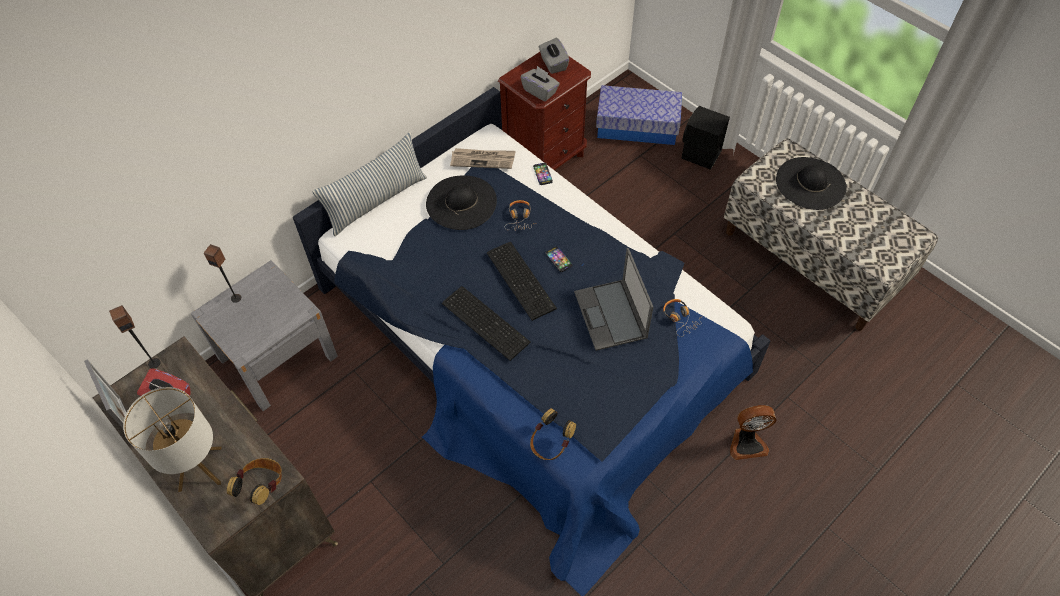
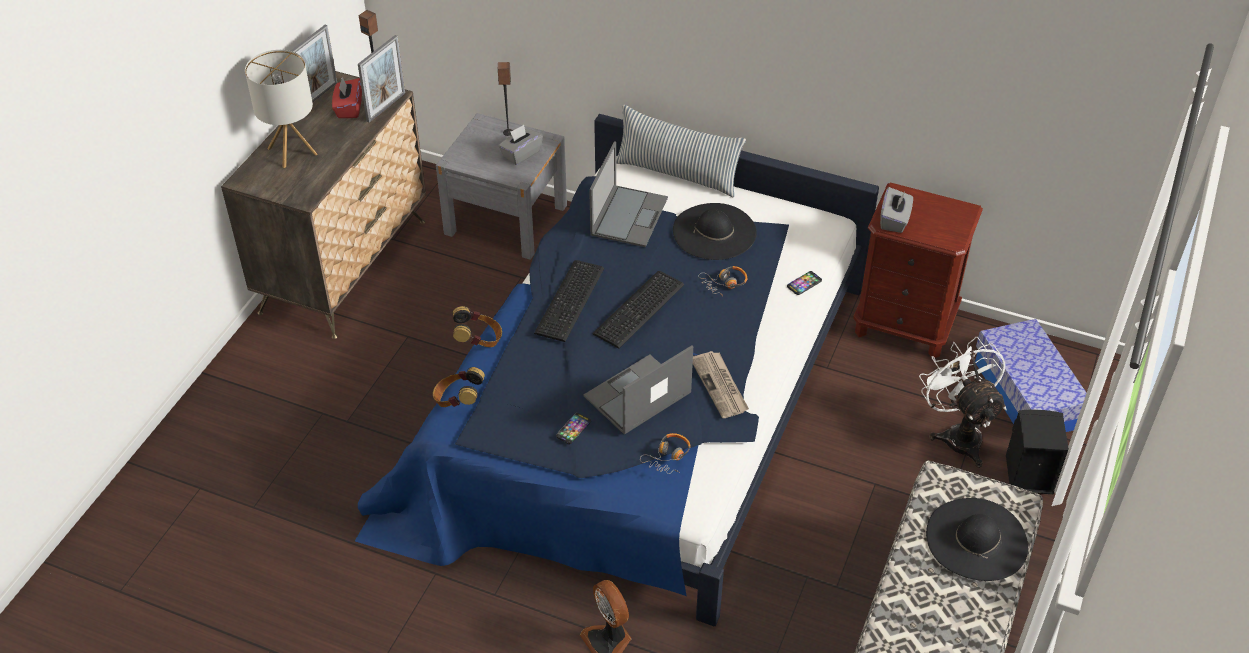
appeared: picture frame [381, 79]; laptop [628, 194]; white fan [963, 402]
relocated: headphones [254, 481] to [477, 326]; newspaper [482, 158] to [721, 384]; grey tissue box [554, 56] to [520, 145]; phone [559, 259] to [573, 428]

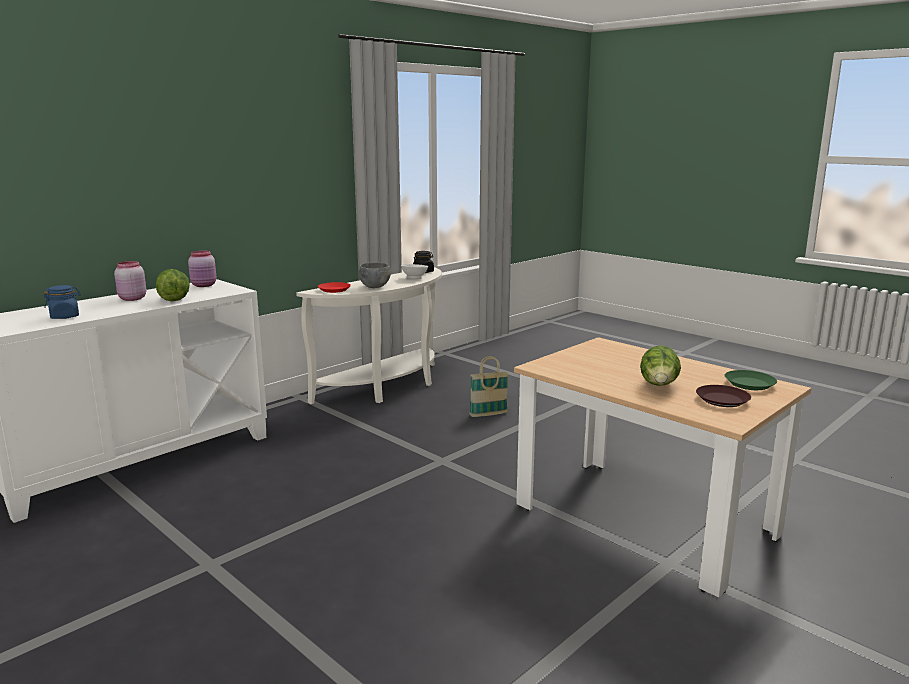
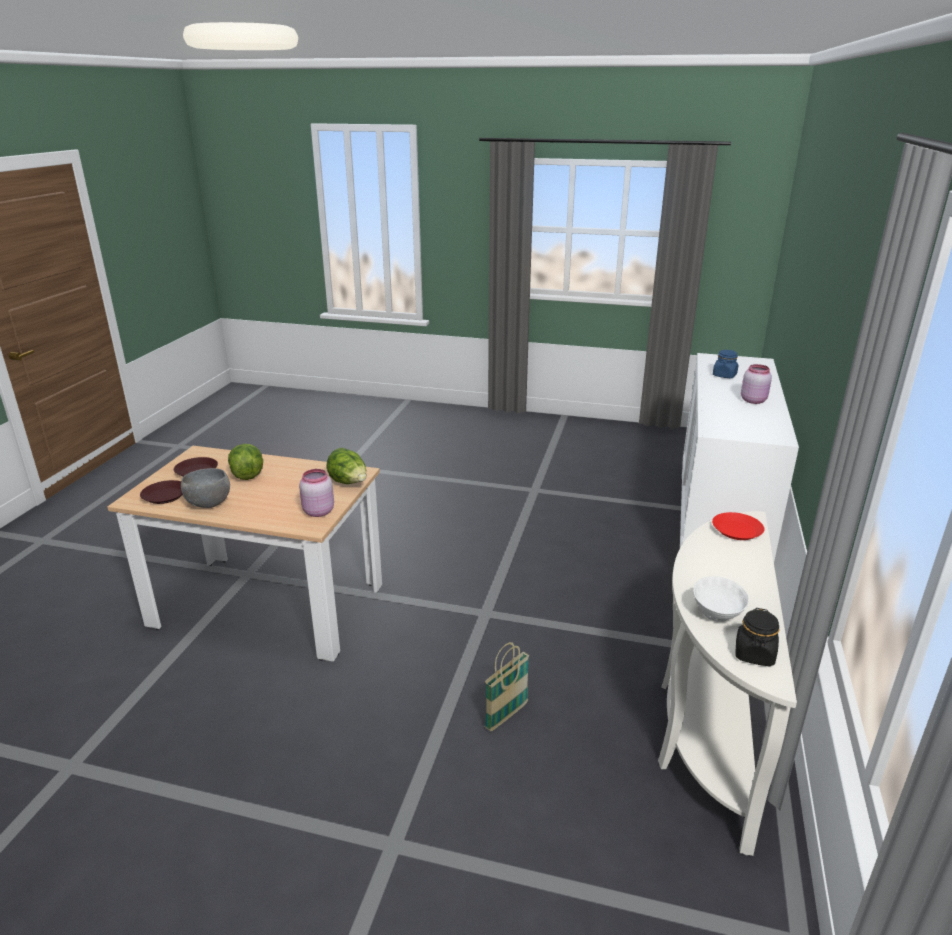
relocated: lettuce [173, 285] to [347, 466]; pink jar [202, 268] to [316, 493]; grey bowl [374, 275] to [205, 488]
colour: green plate [751, 380] to brown plate [161, 492]

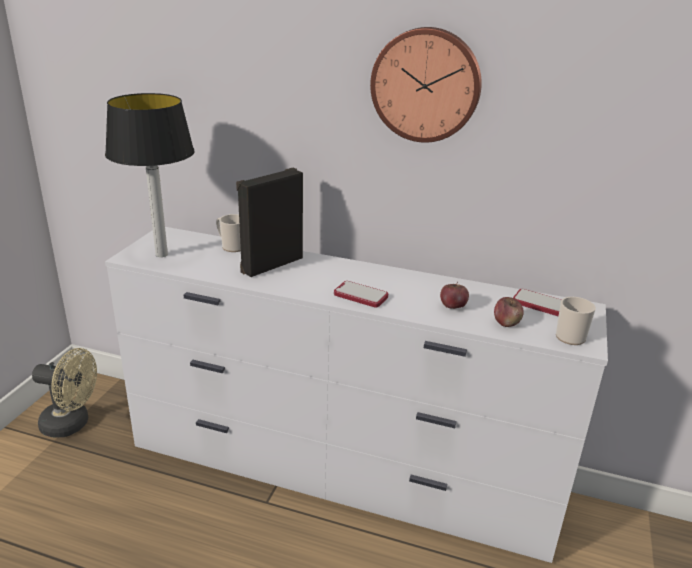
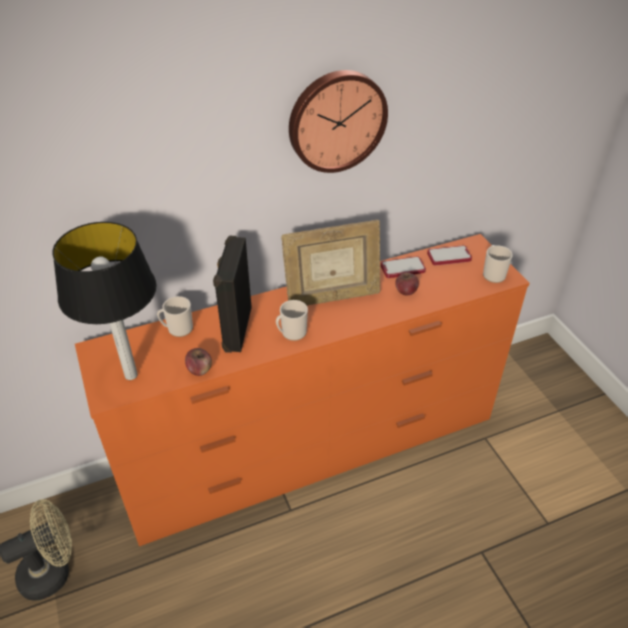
appeared: mug [292, 320]; picture frame [330, 263]
relocated: phone [361, 294] to [403, 267]; apple [509, 312] to [198, 362]
colour: white dresser [356, 395] to orange dresser [302, 390]

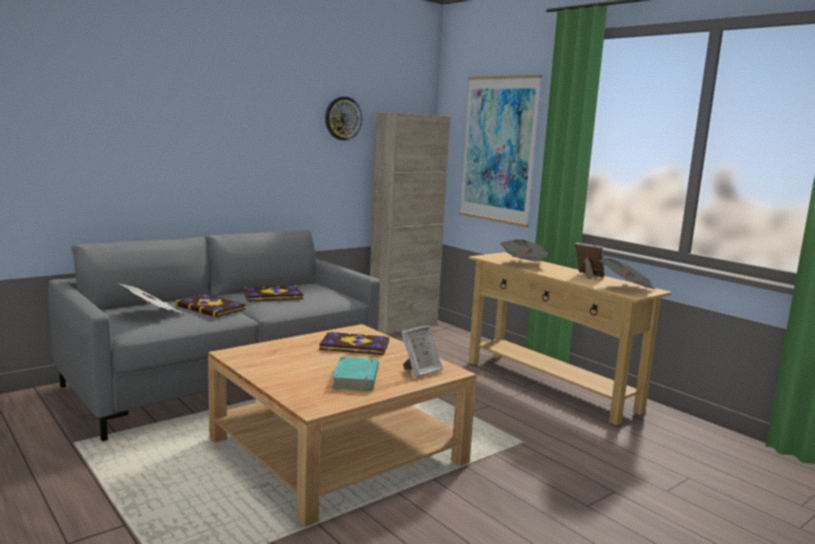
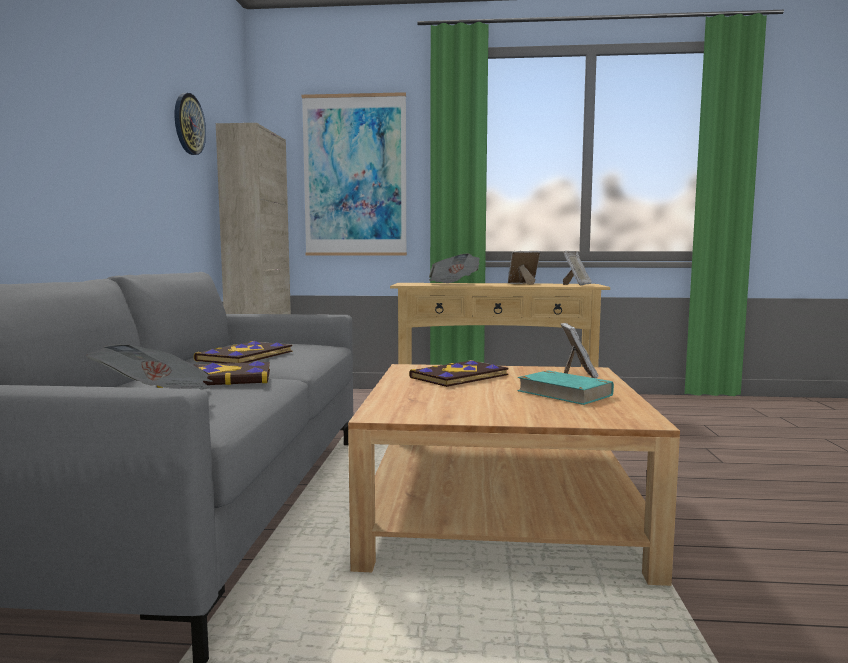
exchanged: newspaper [627, 273] to picture frame [577, 268]

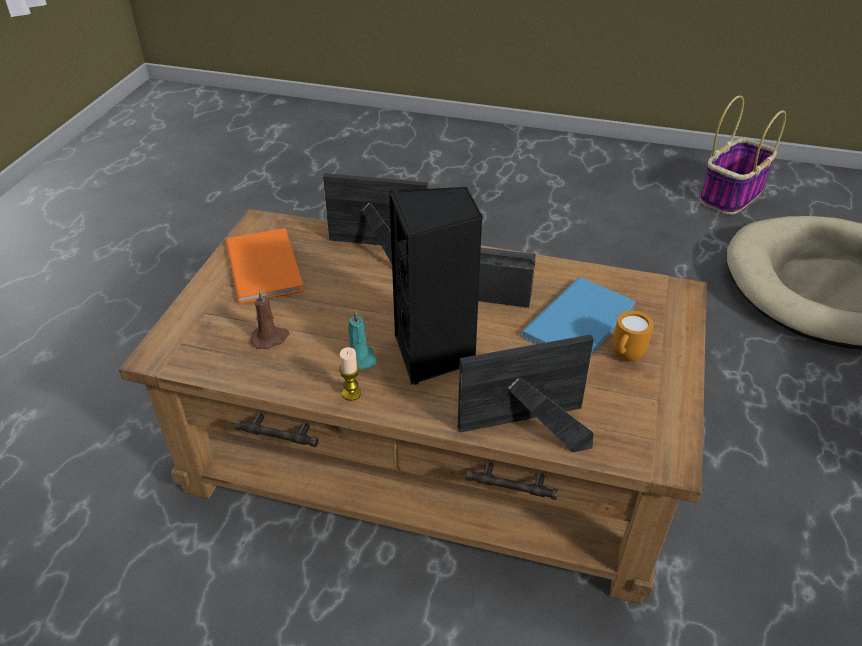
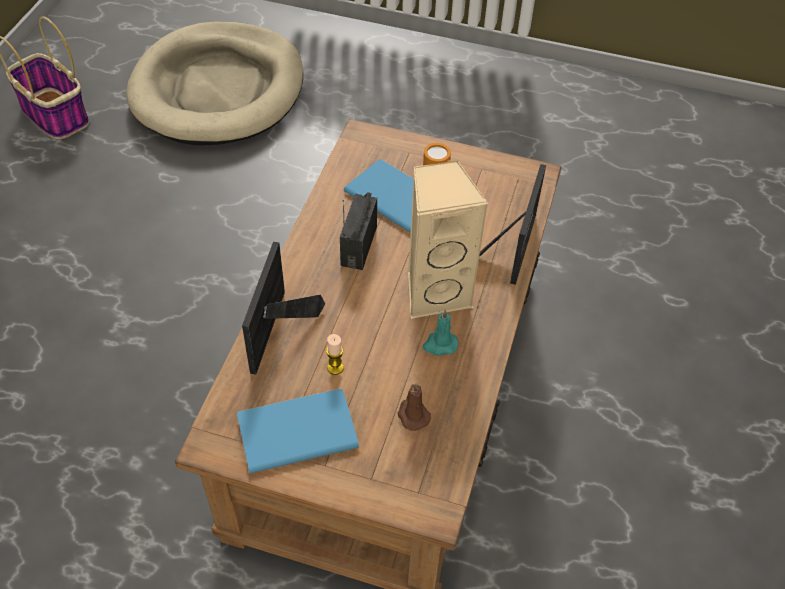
relocated: candle [350, 374] to [335, 354]
colour: orange book [264, 266] to blue book [298, 431]; black speaker [436, 286] to beige speaker [448, 239]
spun: picture frame [526, 393] = [512, 224] 150 degrees counterclockwise

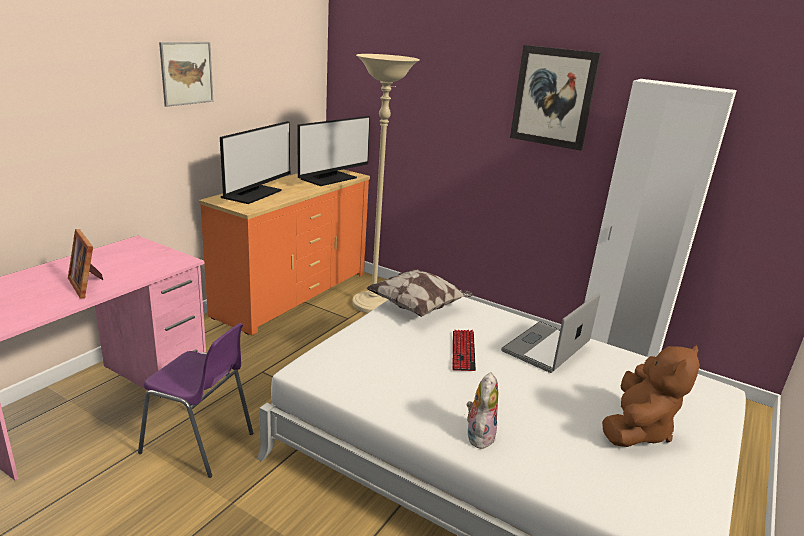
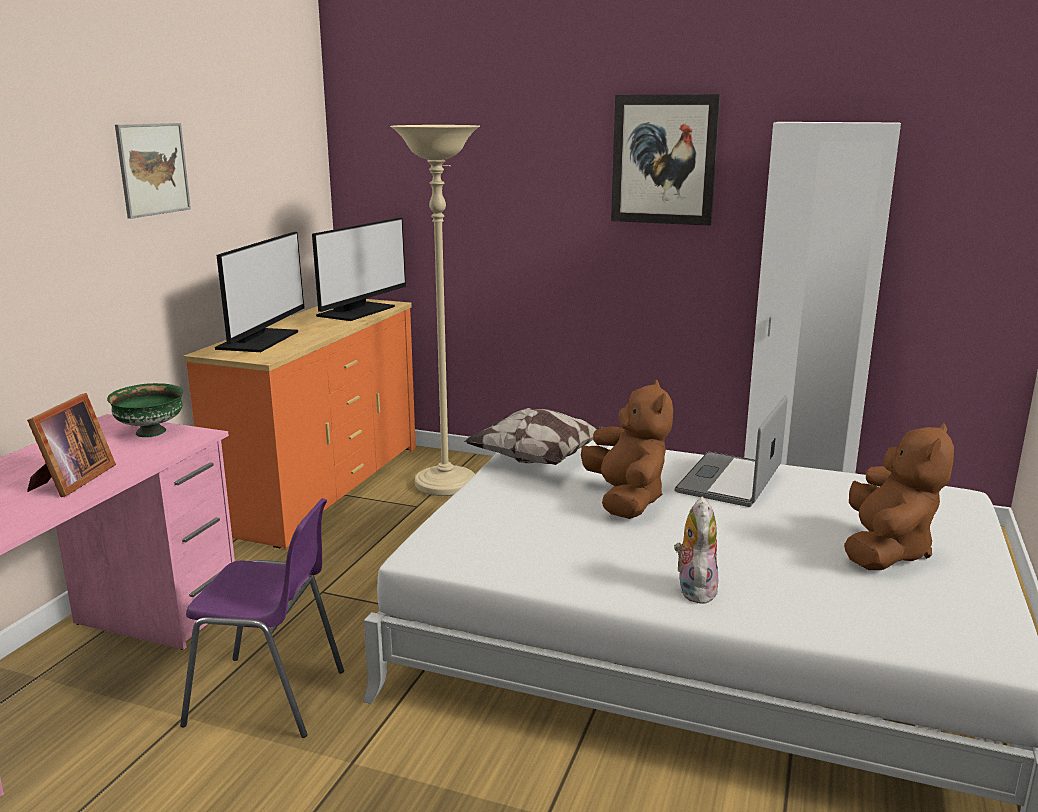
appeared: green bowl [145, 410]
exchanged: keyboard [464, 350] to brown plush toy [627, 449]
spun: picture frame [85, 264] = [71, 445] 120 degrees counterclockwise

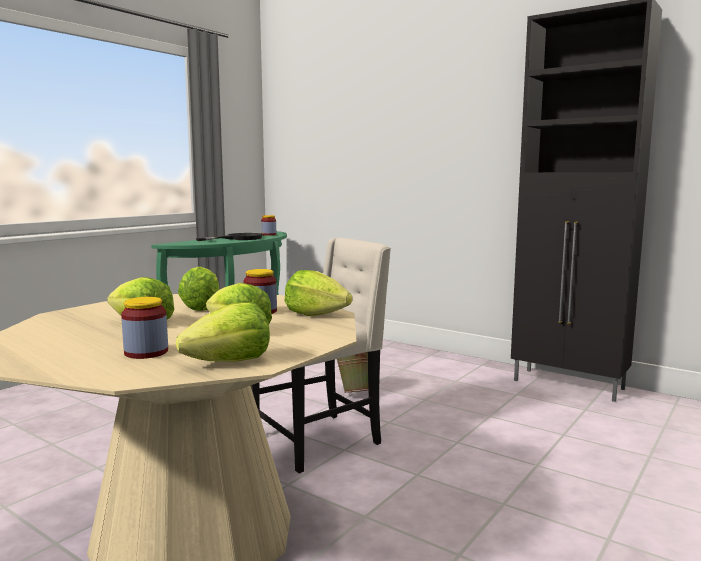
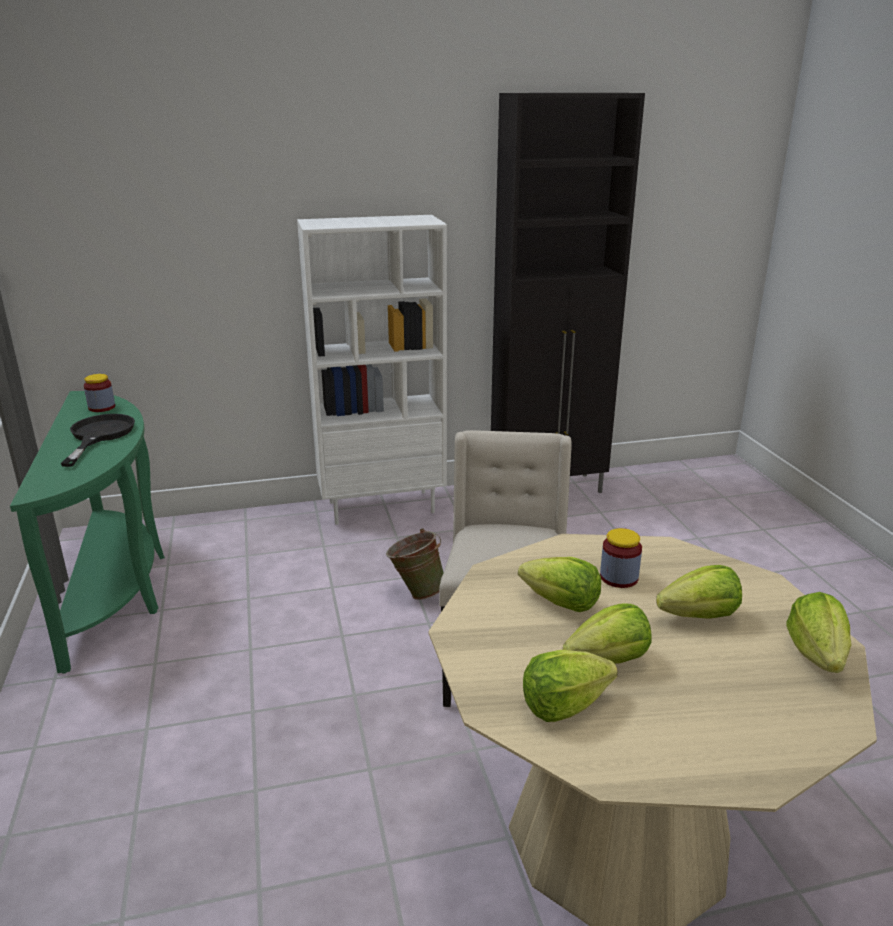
missing: jar [144, 328]
appeared: white bookcase [372, 370]
relocated: lettuce [318, 293] to [570, 686]

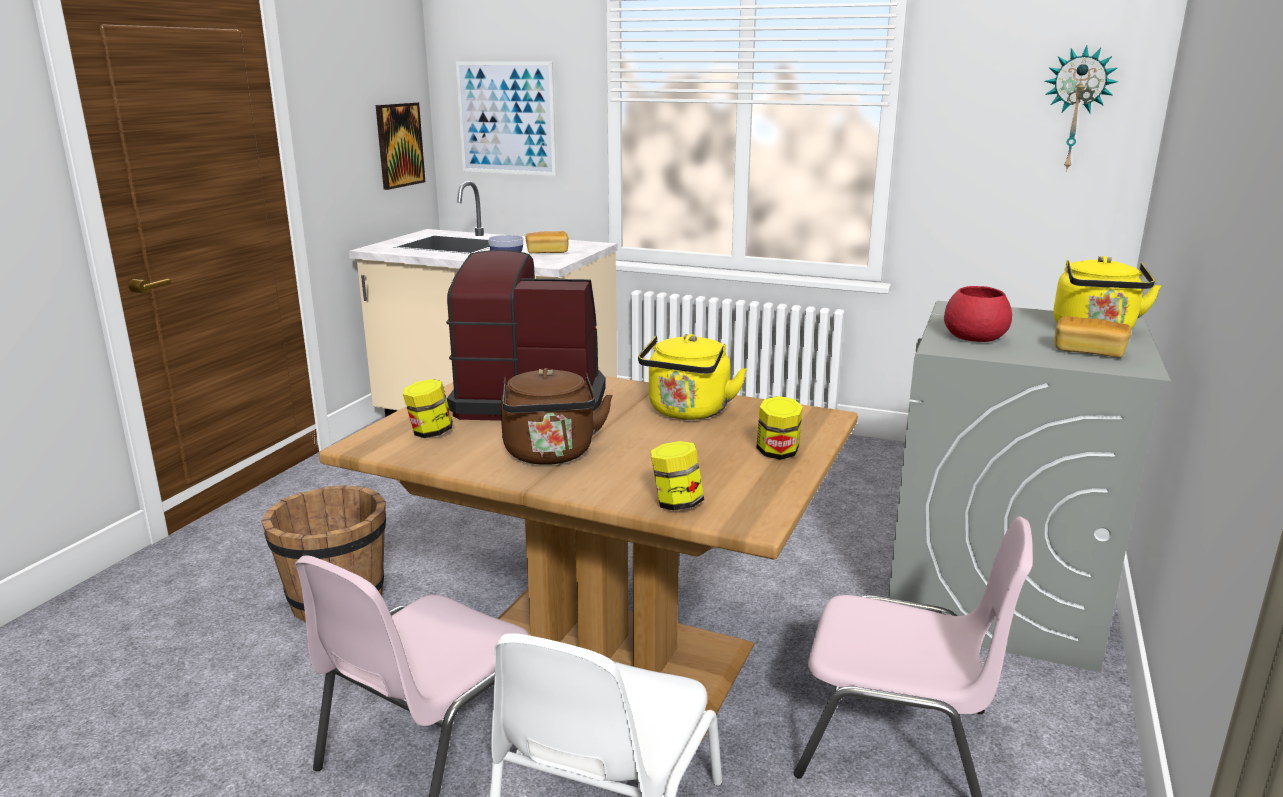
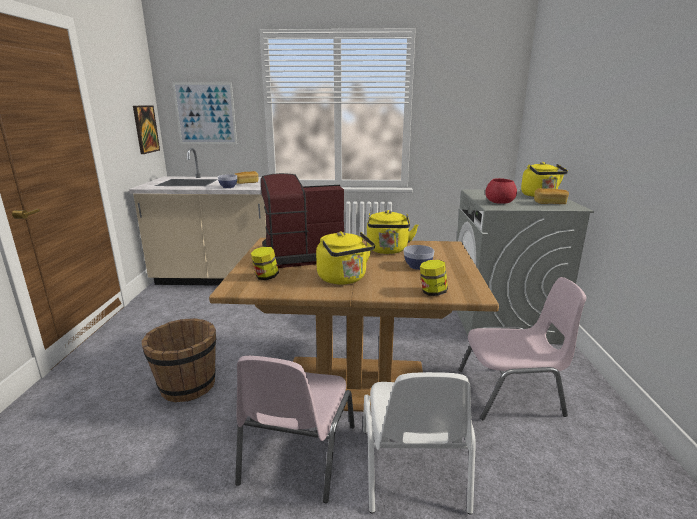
missing: jar [779, 428]; wall clock [1081, 108]
appeared: bowl [419, 257]
colour: brown kettle [557, 416] to yellow kettle [345, 258]

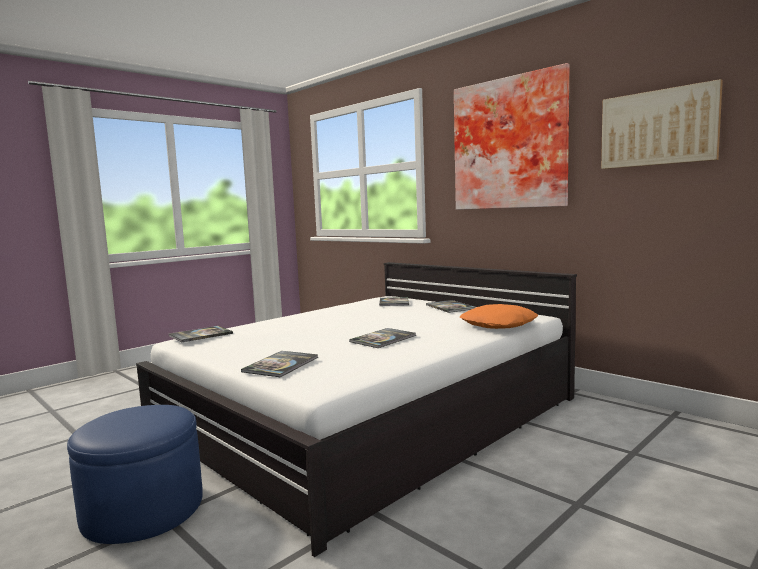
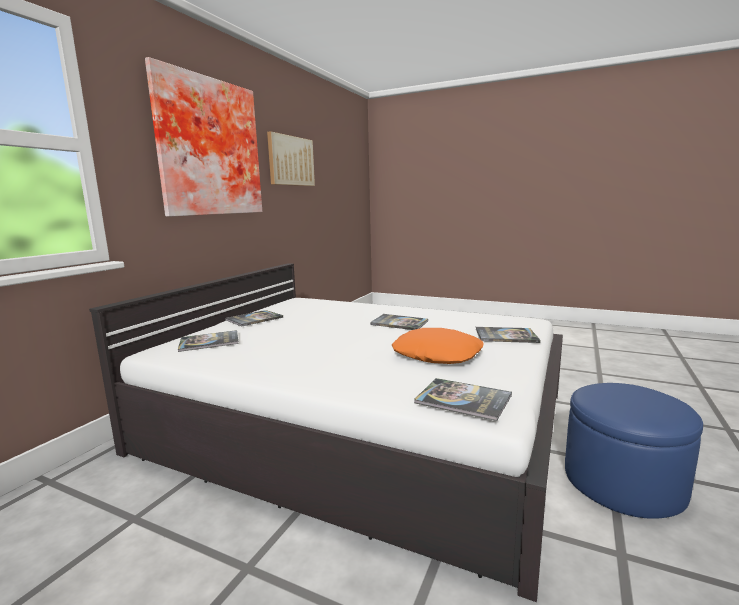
relocated: orange pillow [499, 316] to [438, 346]

